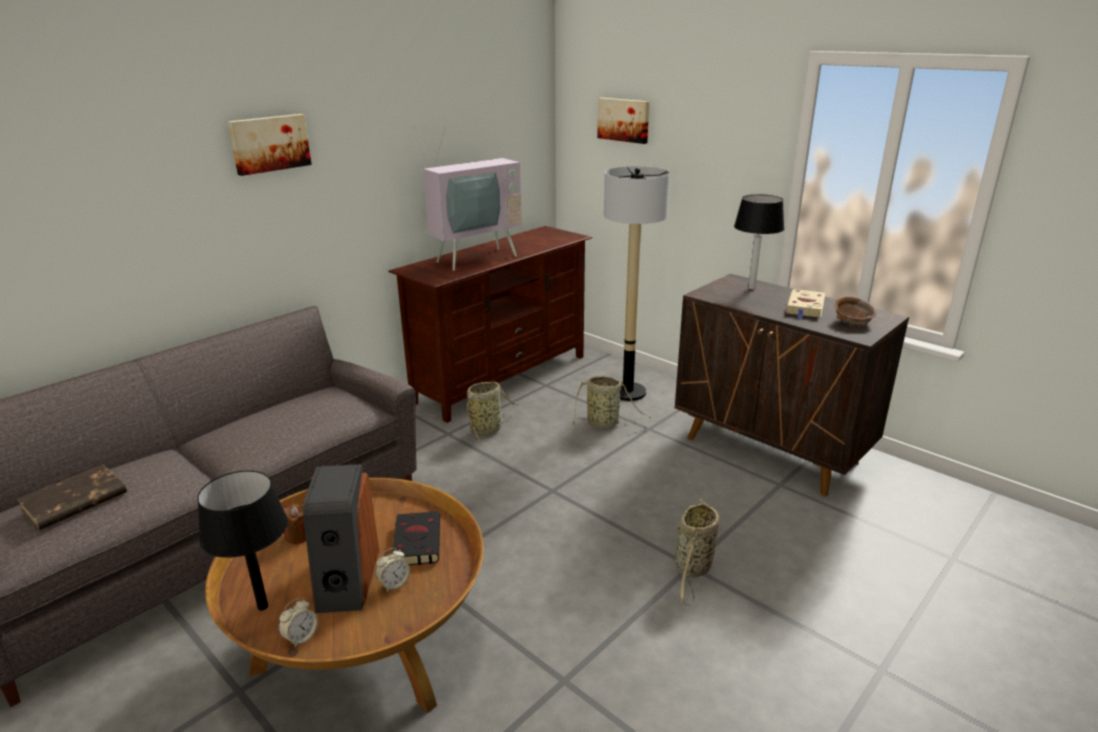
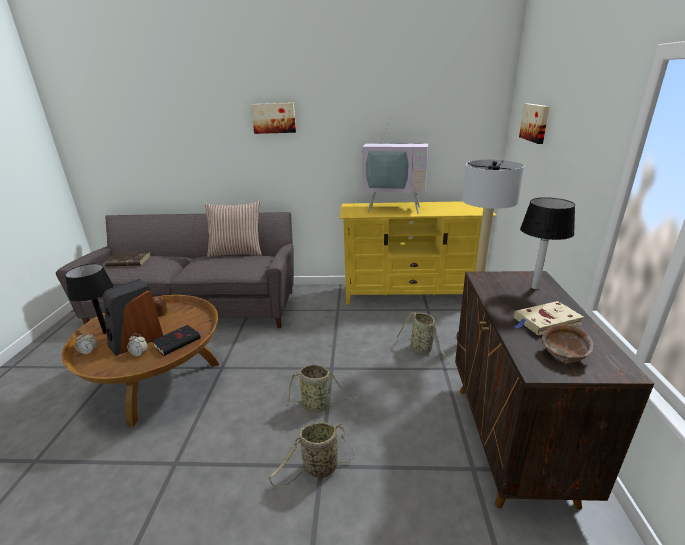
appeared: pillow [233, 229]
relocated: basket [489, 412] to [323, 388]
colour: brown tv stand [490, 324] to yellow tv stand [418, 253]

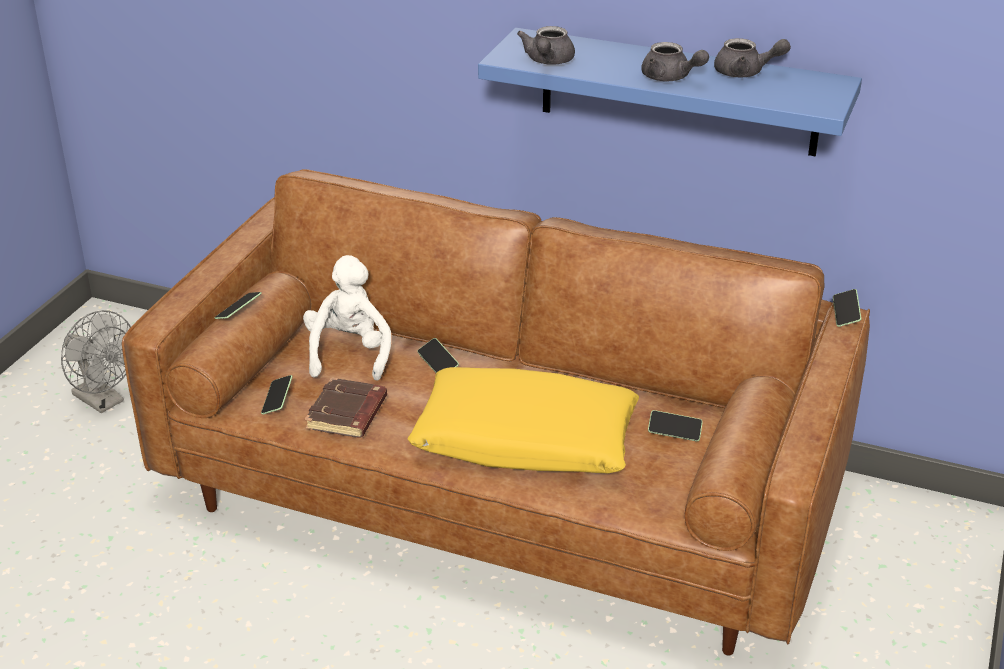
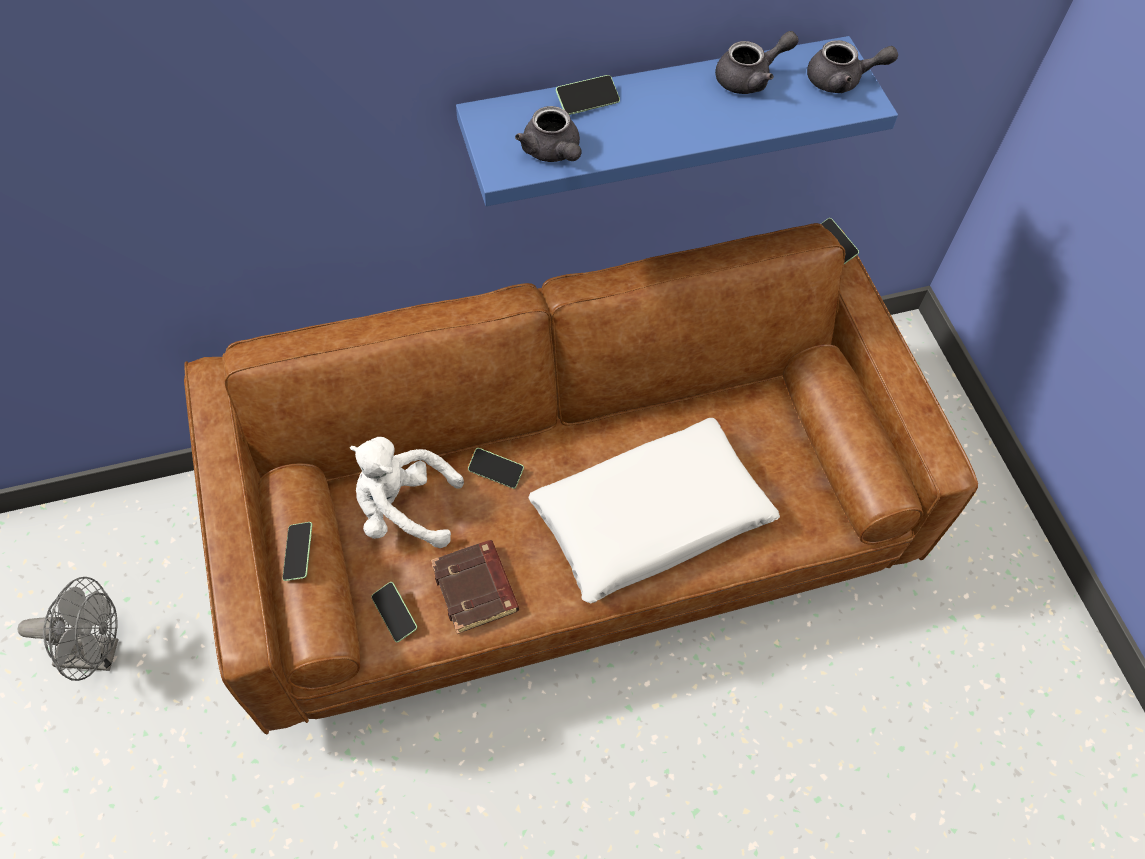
relocated: grey teapot [675, 61] to [852, 66]; phone [675, 425] to [588, 95]
colour: yellow pillow [523, 420] to white pillow [654, 511]
spun: white plush toy [347, 318] = [407, 492] 45 degrees counterclockwise

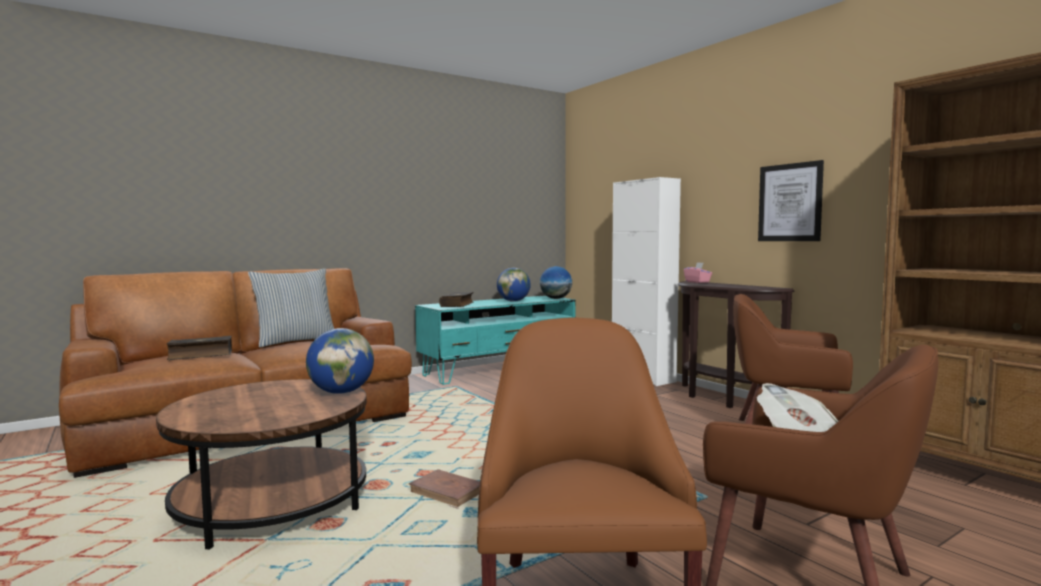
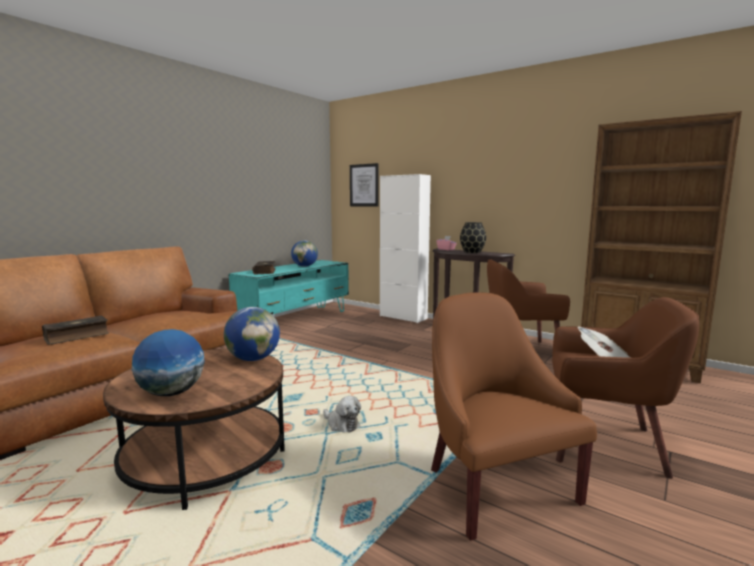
missing: pillow [291, 308]
appeared: black vase [473, 237]
relocated: globe [556, 282] to [168, 362]; picture [791, 200] to [364, 185]
exchanged: brown book [444, 489] to plush toy [342, 414]

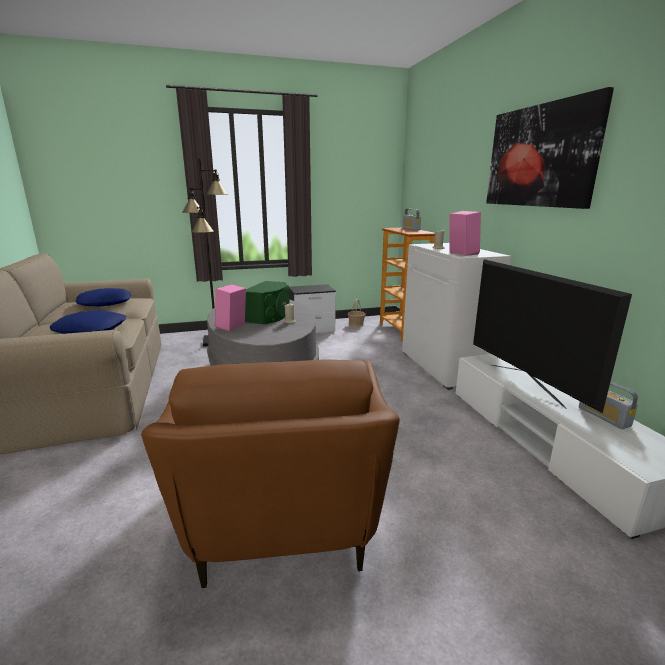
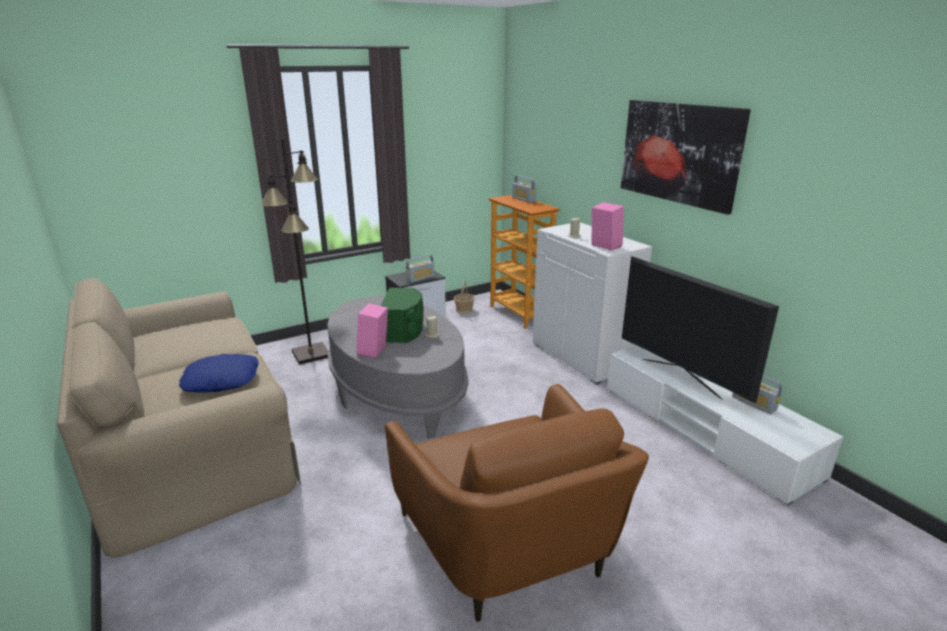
missing: blue pillow [103, 297]
appeared: radio [420, 269]

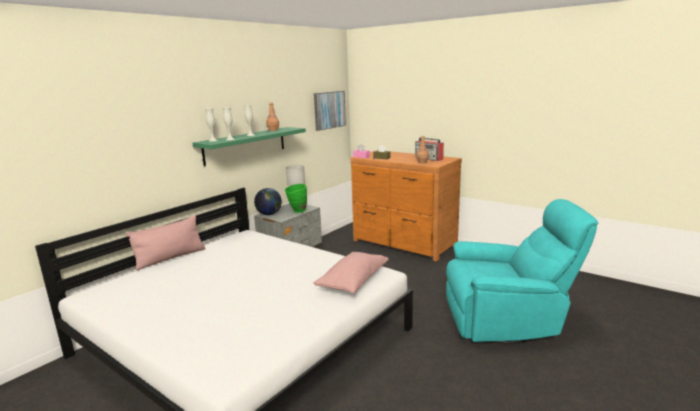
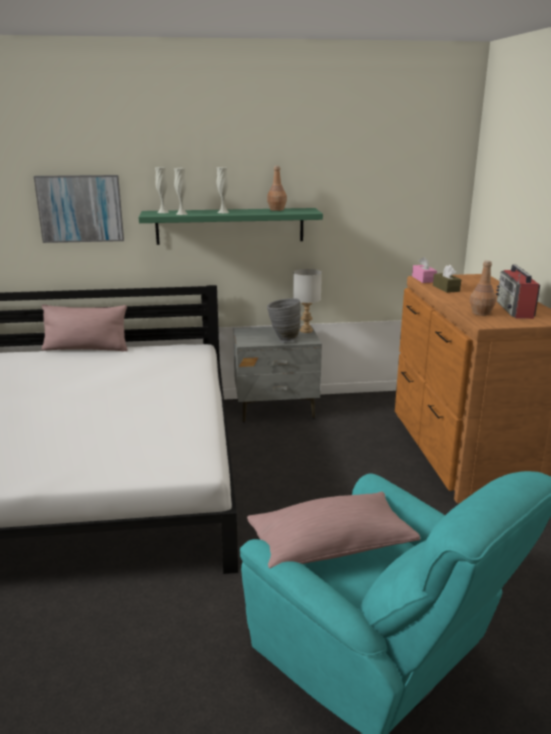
missing: globe [268, 201]
relocated: picture [330, 111] to [79, 209]; pink pillow [351, 273] to [333, 530]
colour: green vase [296, 198] to grey vase [284, 320]

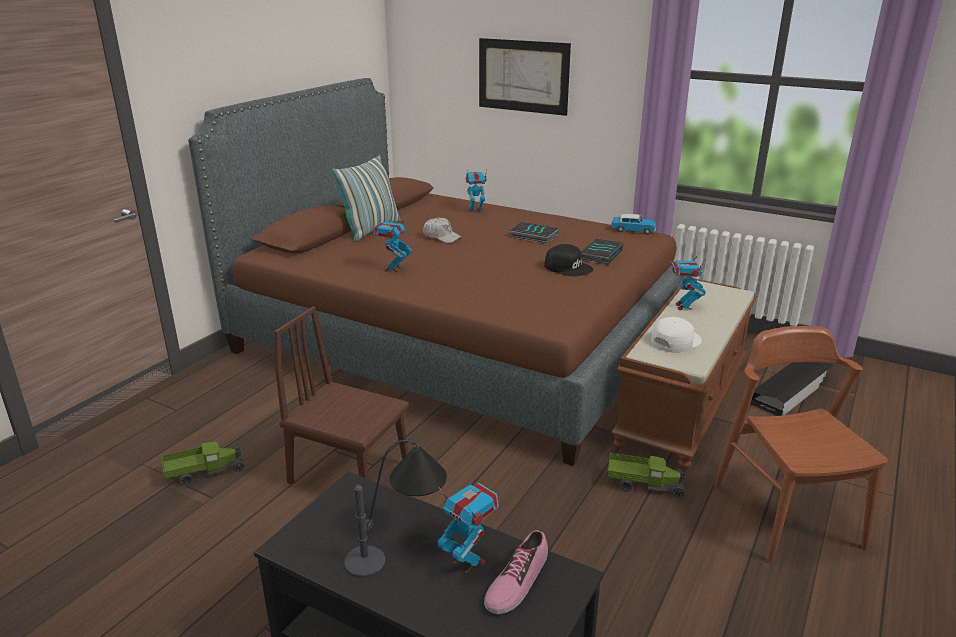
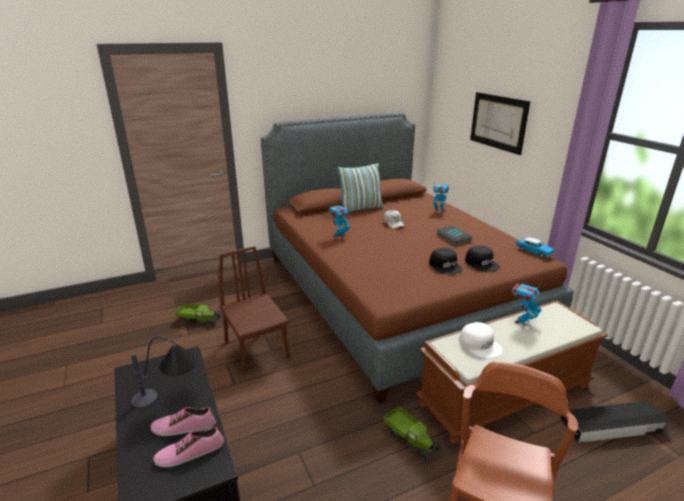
exchanged: toy robot [468, 528] to shoe [183, 421]; book [602, 251] to black cap [482, 258]
spun: white cap [676, 335] = [481, 340] 60 degrees clockwise

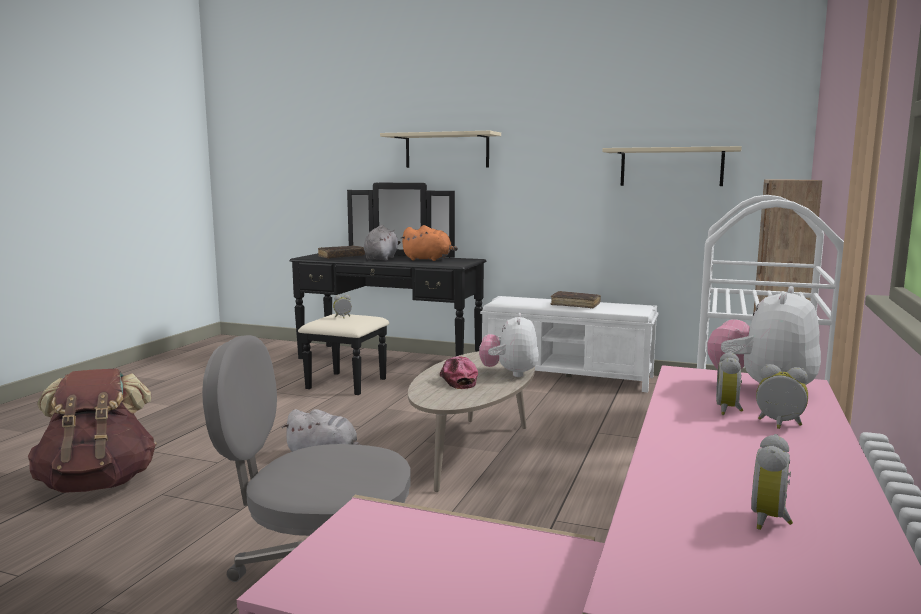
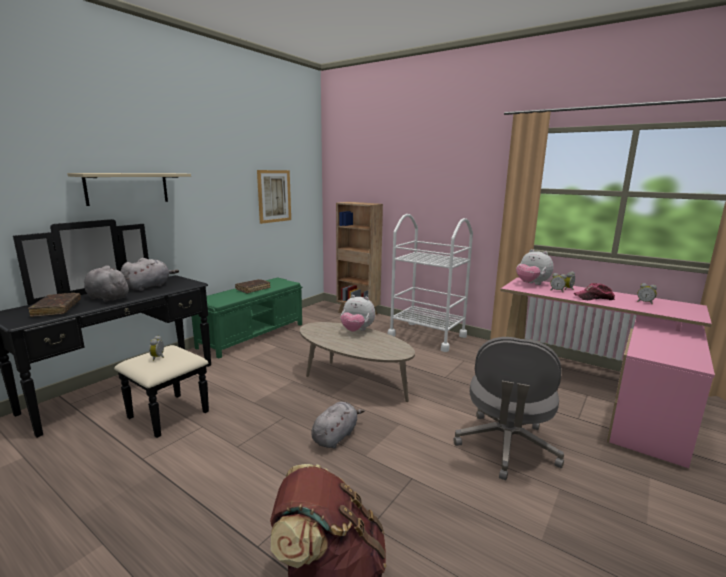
relocated: cap [459, 372] to [594, 291]
exchanged: beige shelf [672, 166] to picture [274, 197]
colour: orange plush toy [429, 243] to grey plush toy [149, 274]; white bench [569, 344] to green bench [247, 318]

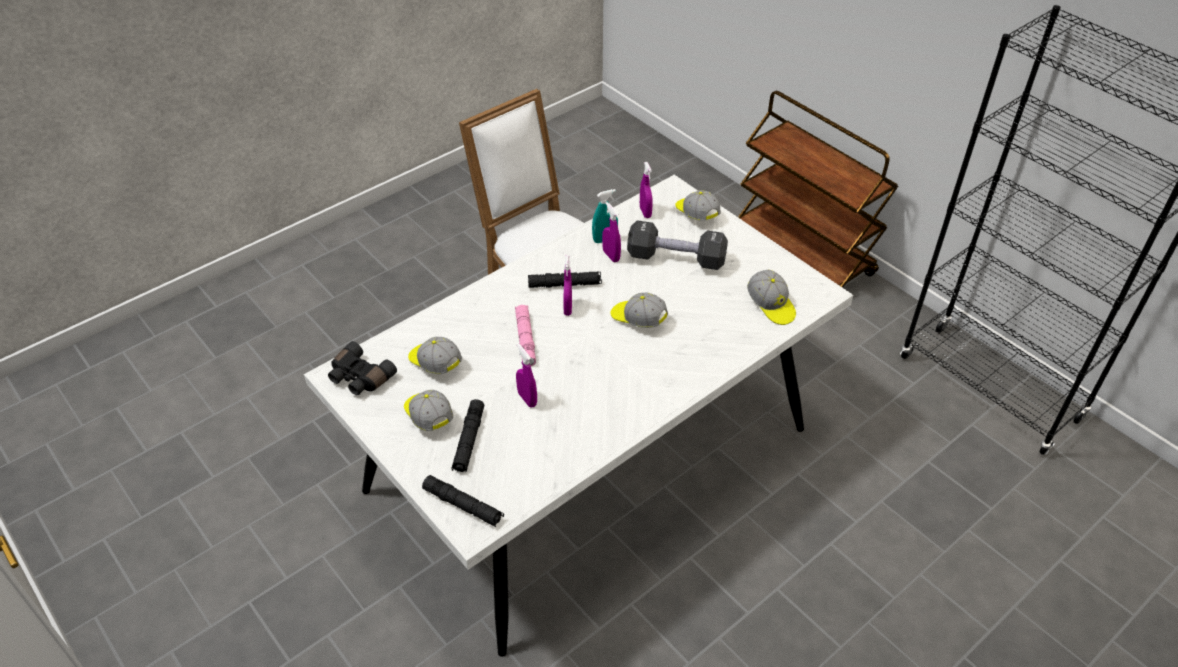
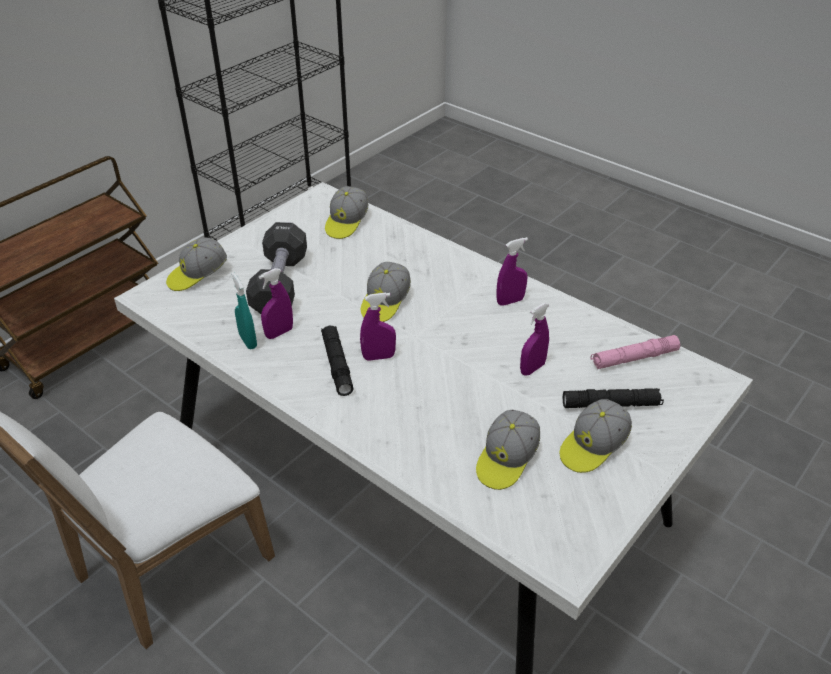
missing: black binoculars [362, 368]; black flashlight [463, 501]
relocated: pink flashlight [525, 335] to [635, 352]; purple spray bottle [646, 190] to [512, 271]
spun: cap [771, 297] = [346, 212] 150 degrees clockwise

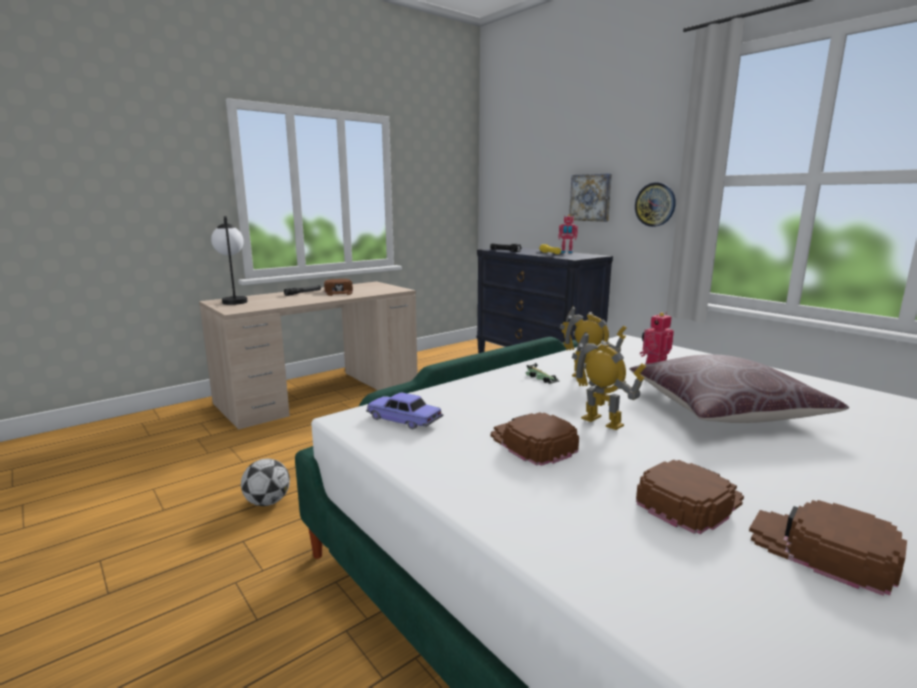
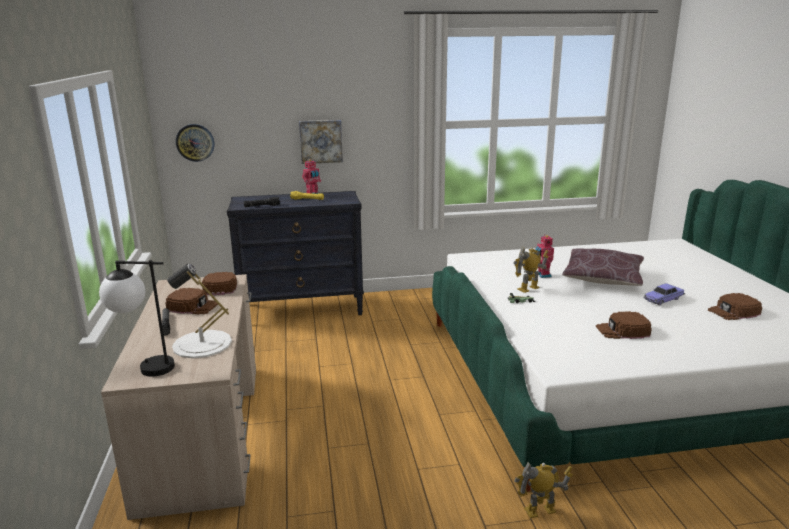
missing: football [265, 482]
appeared: white table lamp [199, 311]
relocated: toy car [405, 410] to [664, 294]; toy robot [609, 381] to [543, 490]; wall clock [655, 204] to [195, 143]; brown cap [690, 497] to [219, 283]

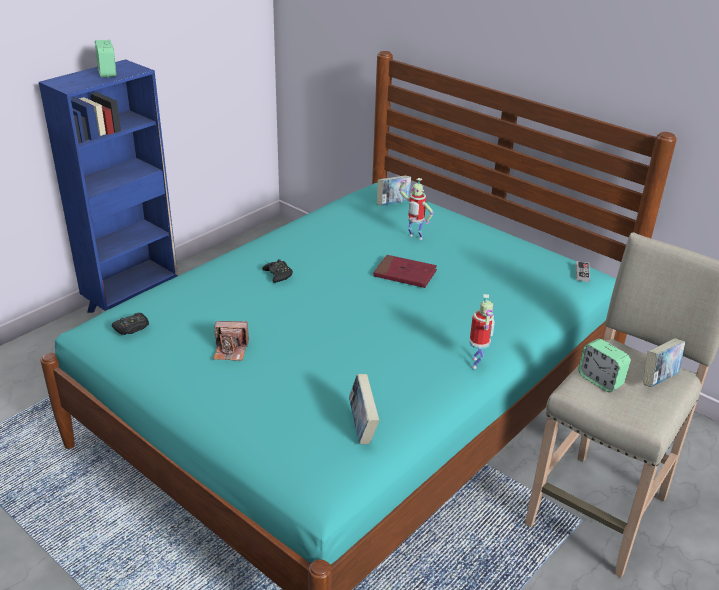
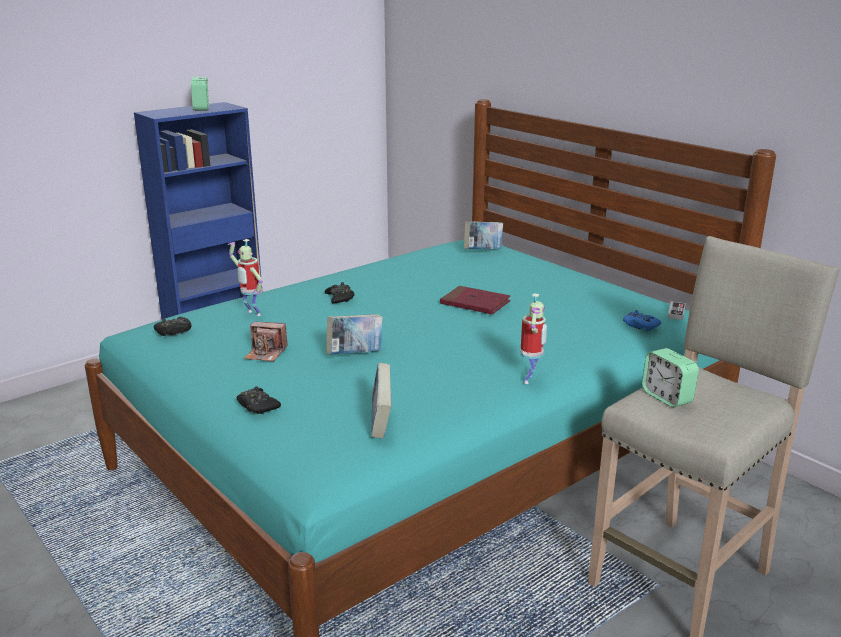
appeared: black game controller [259, 400]; blue game controller [642, 320]
relocated: toy robot [416, 209] to [245, 277]; book [664, 362] to [354, 334]

